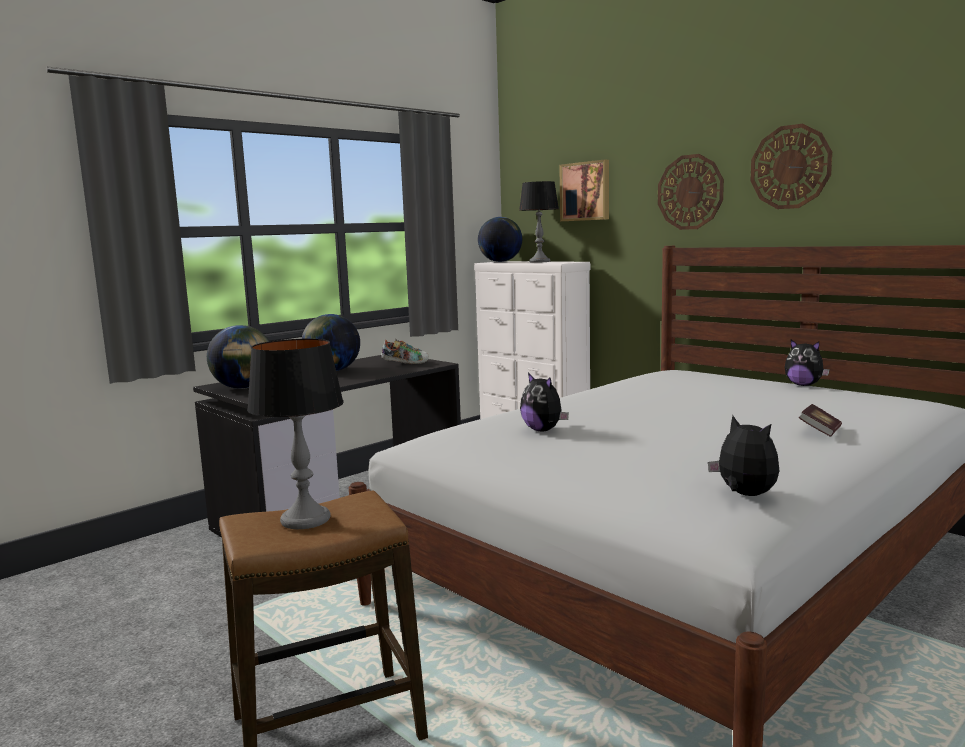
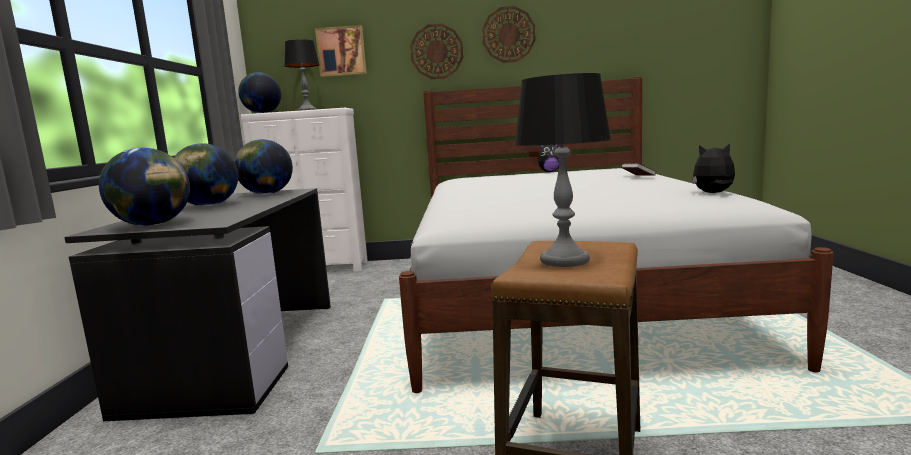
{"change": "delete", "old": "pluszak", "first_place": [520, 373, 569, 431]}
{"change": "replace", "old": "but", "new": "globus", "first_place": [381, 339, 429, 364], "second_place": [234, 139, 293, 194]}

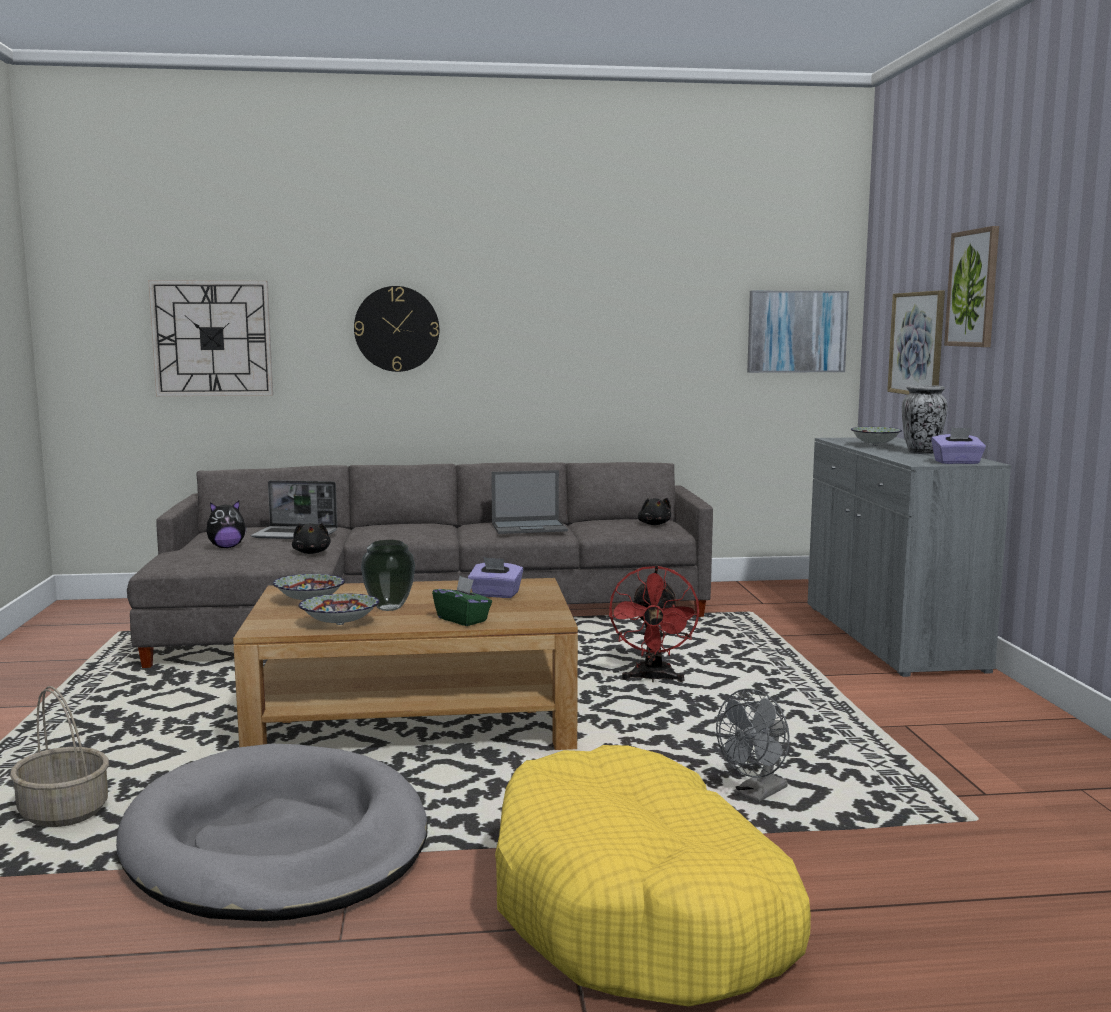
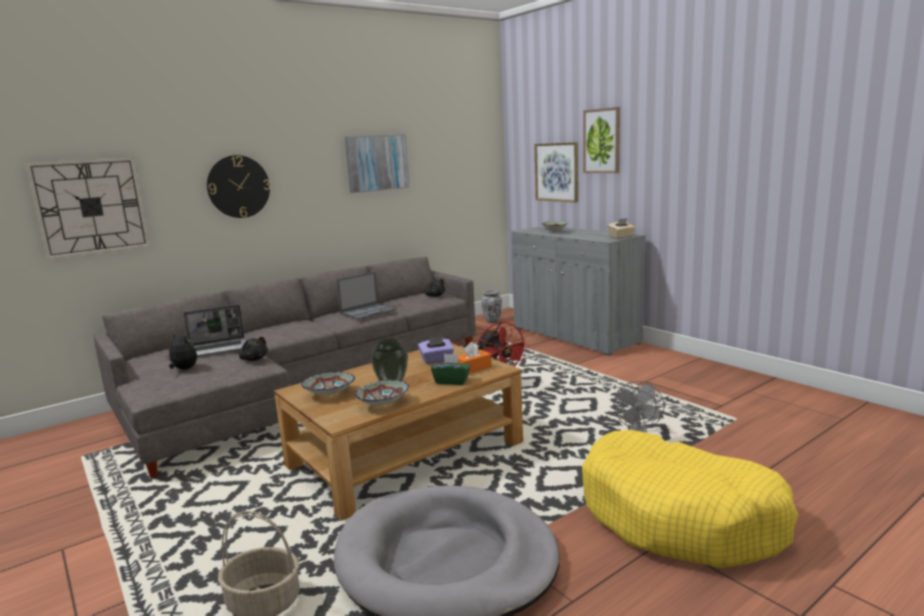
{"change": "insert", "new": "pudełko chusteczek [pomarańczowy]", "second_place": [458, 342, 492, 374]}
{"change": "move", "old": "obraz", "first_place": [747, 291, 849, 373], "second_place": [345, 134, 409, 193]}
{"change": "move", "old": "wazon", "first_place": [902, 385, 948, 454], "second_place": [481, 290, 502, 323]}
{"change": "recolor", "old": "pudełko chusteczek [fioletowy]", "new": "pudełko chusteczek [beżowy]", "first_place": [931, 427, 986, 464], "second_place": [607, 218, 635, 239]}
{"change": "rotate", "old": "pluszak", "first_place": [206, 501, 247, 548], "second_place": [166, 333, 197, 370], "degrees": -90}

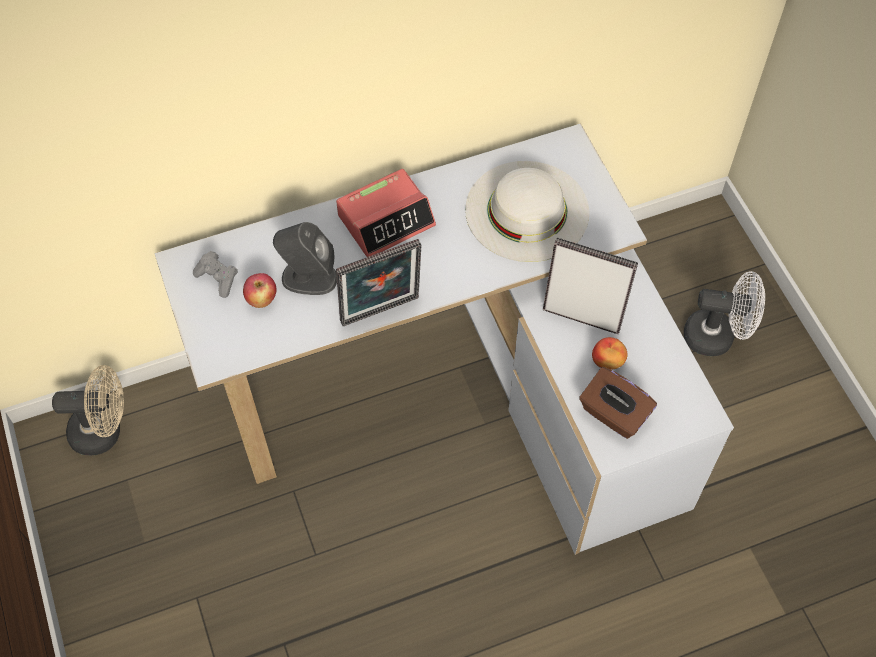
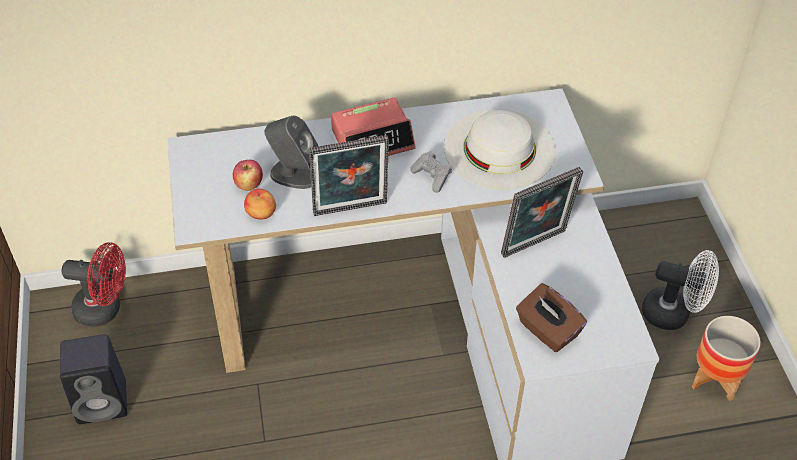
{"change": "insert", "new": "głośnik [czarny]", "second_place": [60, 334, 127, 424]}
{"change": "insert", "new": "donica", "second_place": [692, 316, 761, 401]}
{"change": "move", "old": "pad do gier [szary]", "first_place": [193, 251, 238, 298], "second_place": [410, 151, 452, 192]}
{"change": "move", "old": "jabłko", "first_place": [592, 337, 627, 370], "second_place": [244, 189, 276, 220]}
{"change": "recolor", "old": "wentylator [beżowy]", "new": "wentylator [czerwony]", "first_place": [52, 365, 124, 455], "second_place": [62, 242, 126, 327]}
{"change": "rotate", "old": "ramka na zdjęcie", "first_place": [543, 238, 638, 334], "second_place": [501, 167, 583, 258], "degrees": 120}

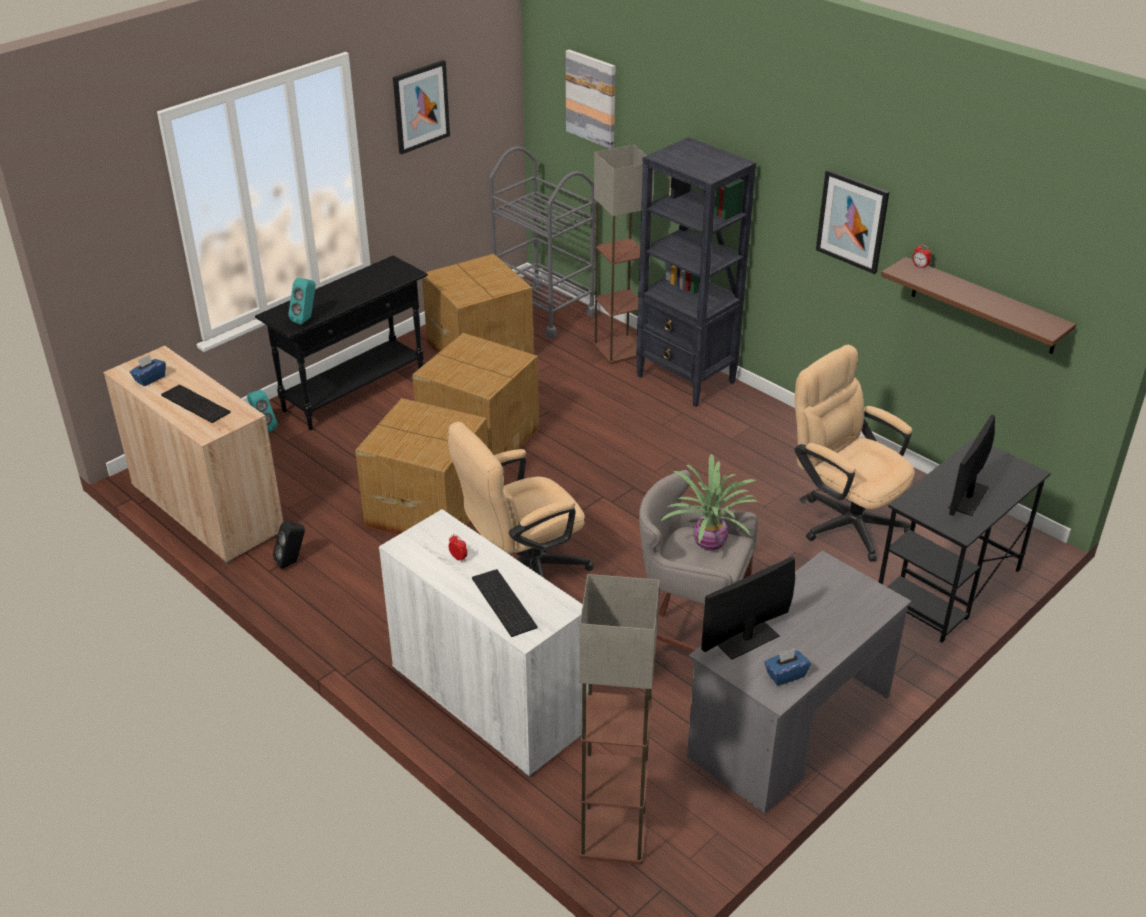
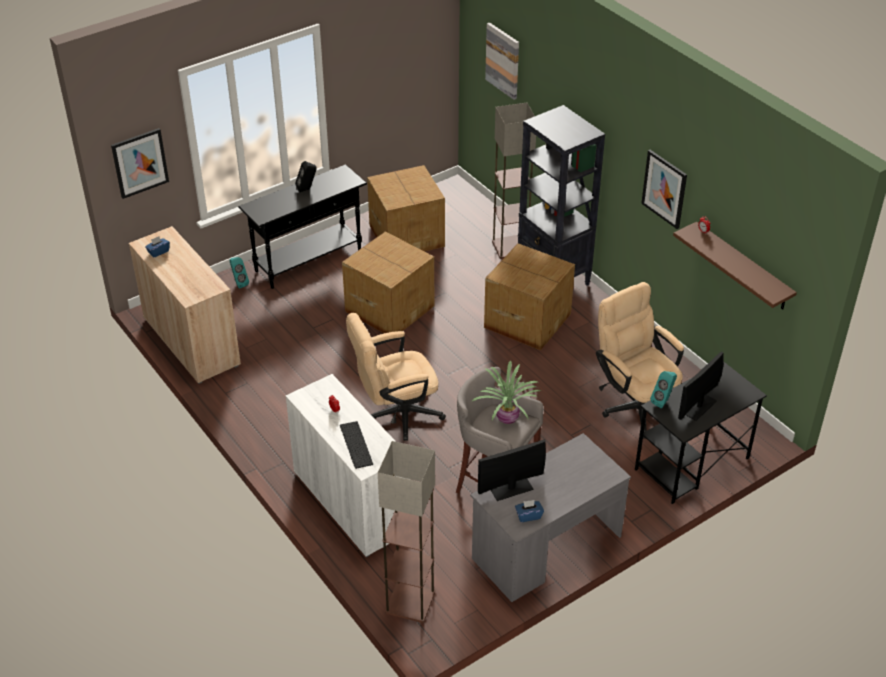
{"change": "delete", "old": "klawiatura", "first_place": [161, 385, 231, 423]}
{"change": "delete", "old": "wózek [szary]", "first_place": [489, 146, 595, 338]}
{"change": "move", "old": "głośnik [czarny]", "first_place": [273, 521, 305, 569], "second_place": [295, 161, 317, 193]}
{"change": "move", "old": "głośnik [turkusowy]", "first_place": [288, 278, 316, 325], "second_place": [650, 371, 677, 408]}
{"change": "move", "old": "karton", "first_place": [355, 398, 488, 535], "second_place": [484, 243, 575, 350]}
{"change": "move", "old": "obraz", "first_place": [393, 60, 450, 155], "second_place": [111, 128, 169, 199]}

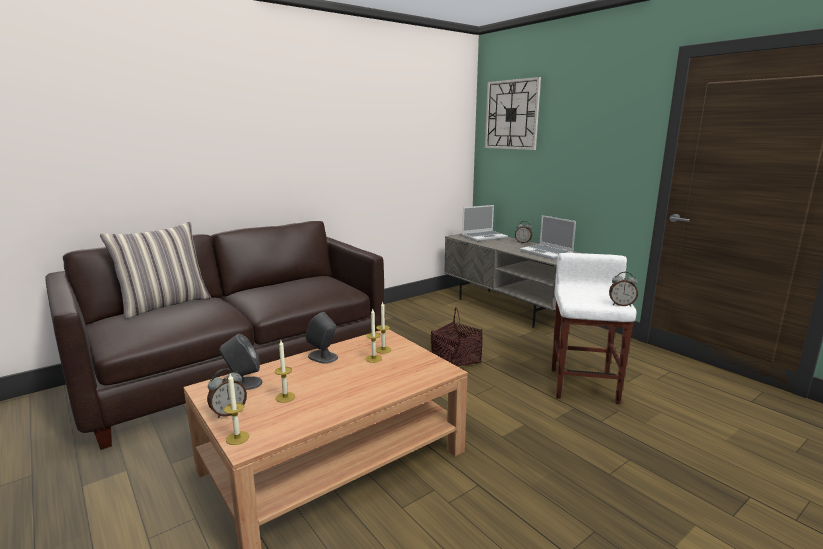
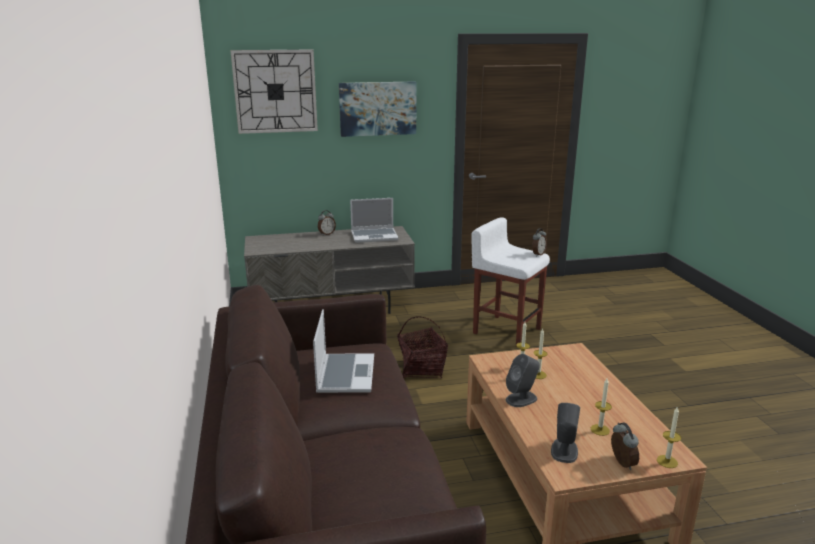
{"change": "delete", "old": "poduszka", "first_place": [100, 222, 211, 319]}
{"change": "insert", "new": "obraz", "second_place": [339, 81, 417, 137]}
{"change": "move", "old": "laptop", "first_place": [462, 205, 508, 242], "second_place": [313, 309, 374, 393]}

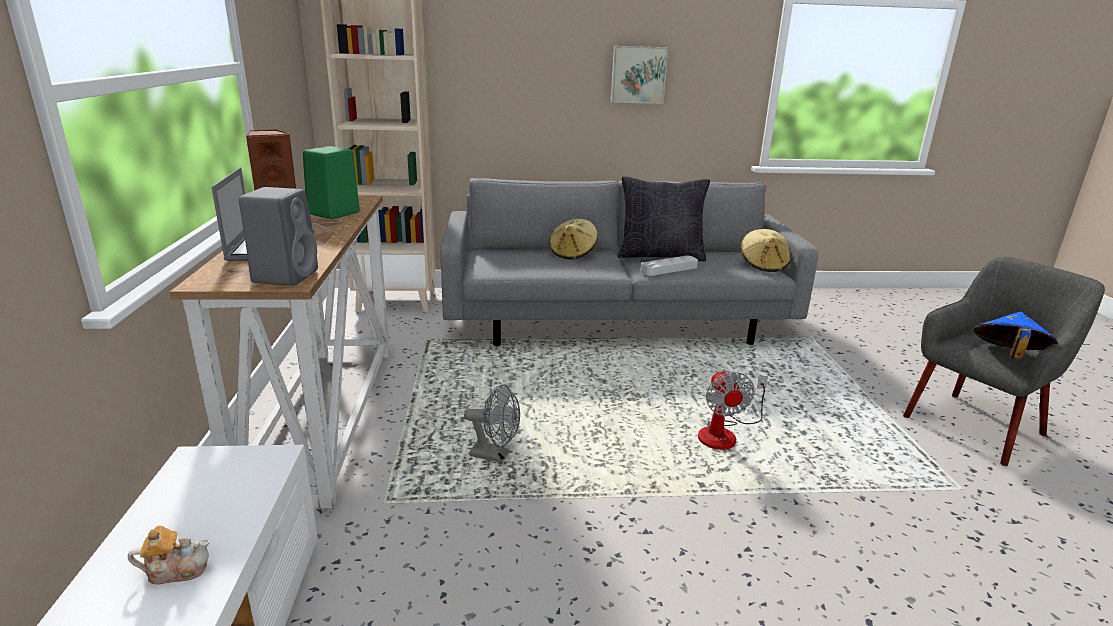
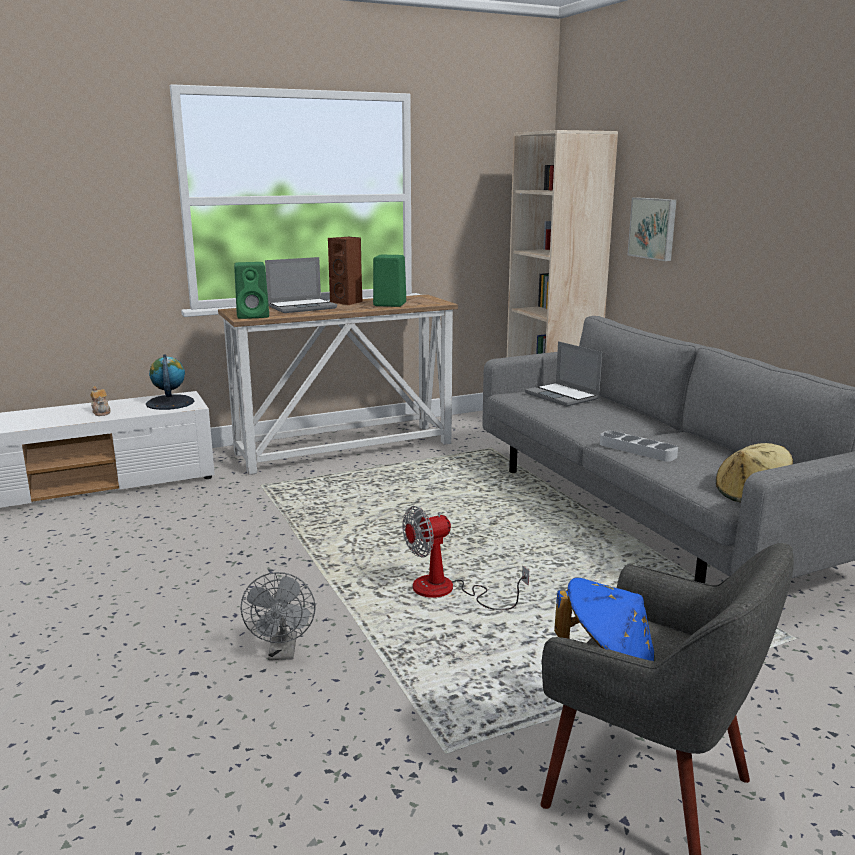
{"change": "delete", "old": "kapelusz [beżowy]", "first_place": [549, 219, 598, 260]}
{"change": "delete", "old": "poduszka [czarny]", "first_place": [618, 176, 710, 261]}
{"change": "insert", "new": "globus", "second_place": [146, 354, 194, 410]}
{"change": "insert", "new": "laptop", "second_place": [525, 341, 602, 407]}
{"change": "move", "old": "wentylator [szary]", "first_place": [464, 385, 520, 463], "second_place": [240, 572, 316, 660]}
{"change": "move", "old": "obraz", "first_place": [611, 46, 668, 104], "second_place": [628, 197, 677, 261]}
{"change": "recolor", "old": "głośnik [szary]", "new": "głośnik [zielony]", "first_place": [239, 187, 318, 286], "second_place": [234, 262, 269, 319]}

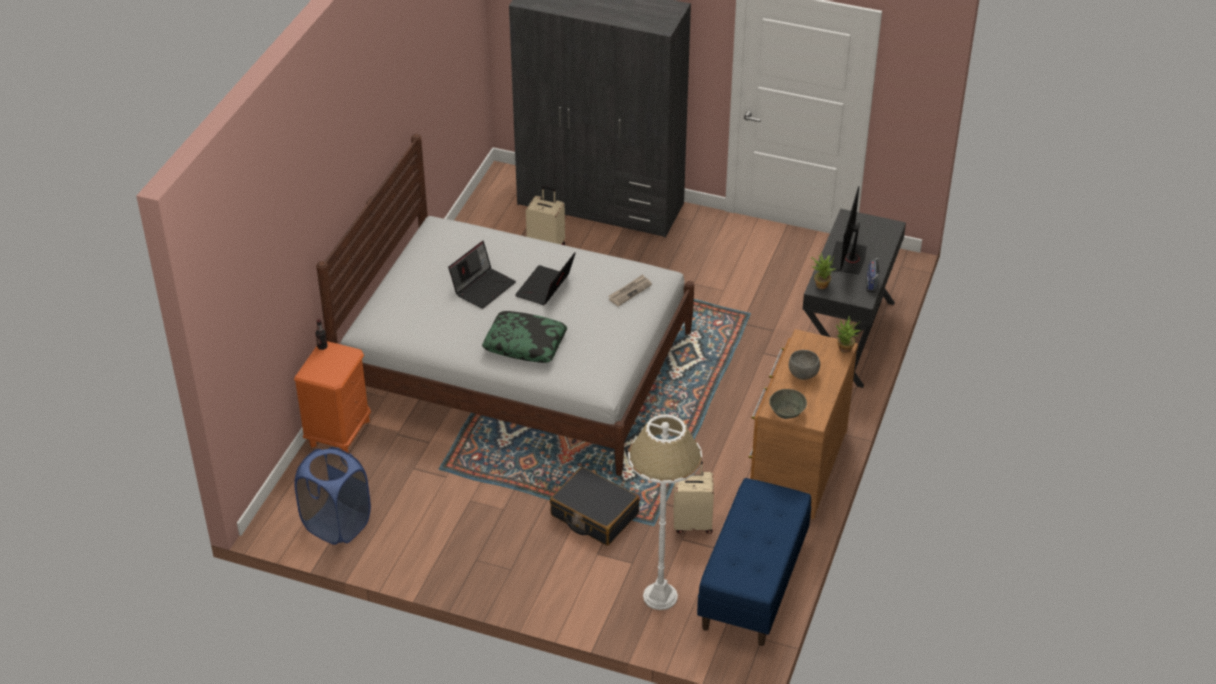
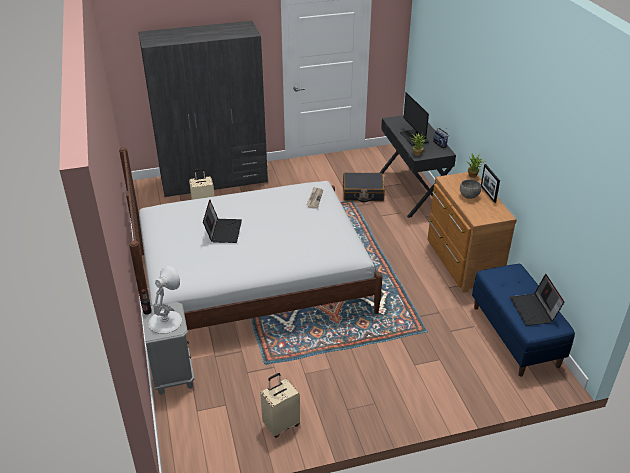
{"change": "delete", "old": "kosz na pranie [niebieski]", "first_place": [294, 447, 371, 545]}
{"change": "delete", "old": "poduszka", "first_place": [482, 311, 567, 363]}
{"change": "delete", "old": "lampa stojąca [biały]", "first_place": [628, 414, 702, 610]}
{"change": "delete", "old": "miska [szary]", "first_place": [769, 389, 807, 419]}
{"change": "insert", "new": "lampa stołowa [biały]", "second_place": [148, 266, 182, 334]}
{"change": "insert", "new": "ramka na zdjęcie", "second_place": [481, 164, 500, 203]}
{"change": "move", "old": "laptop", "first_place": [515, 252, 576, 305], "second_place": [510, 274, 564, 326]}
{"change": "move", "old": "walizka [czarny]", "first_place": [550, 467, 640, 545], "second_place": [343, 173, 385, 202]}
{"change": "move", "old": "walizka [beżowy]", "first_place": [673, 461, 714, 534], "second_place": [260, 373, 300, 438]}
{"change": "recolor", "old": "szafka nocna [pomarańczowy]", "new": "szafka nocna [szary]", "first_place": [294, 341, 371, 453], "second_place": [142, 302, 194, 395]}

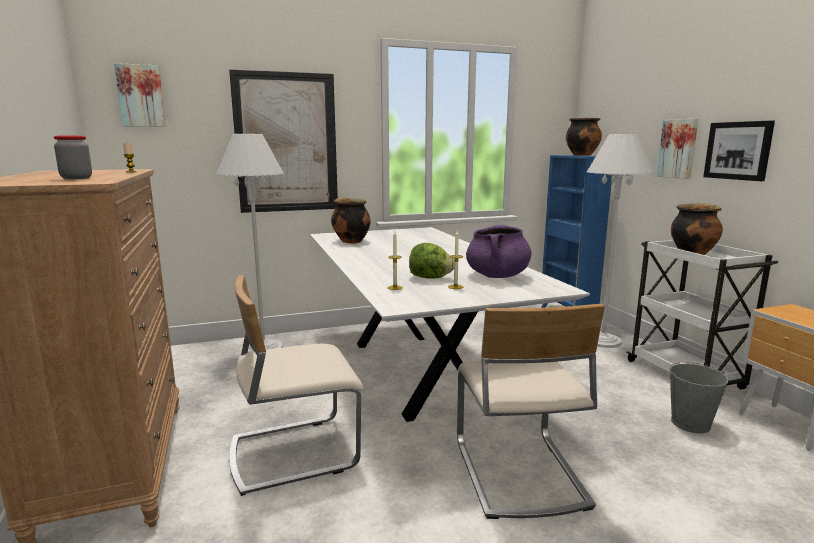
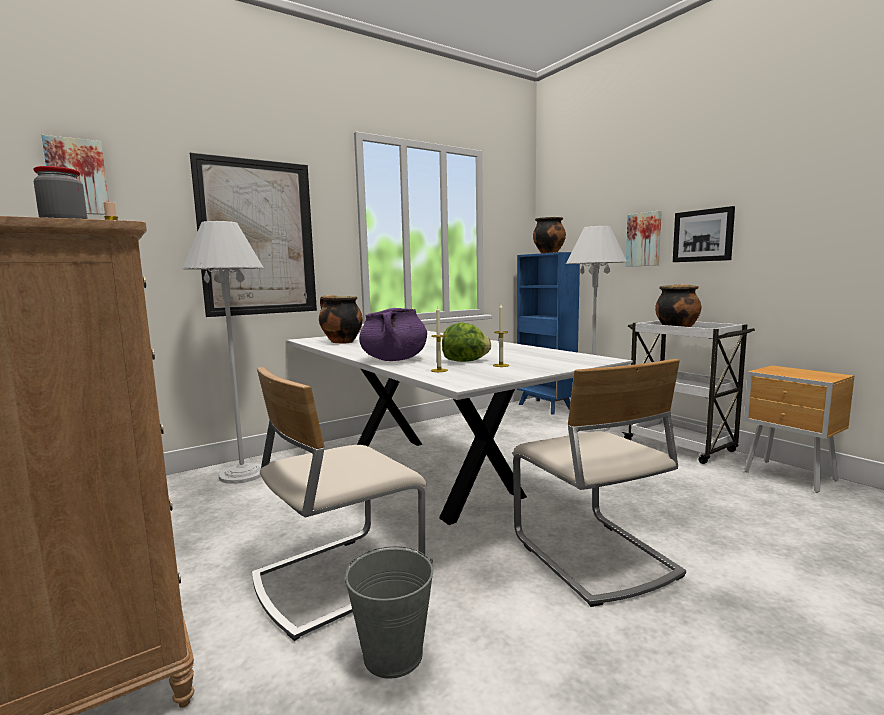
{"change": "move", "old": "garnek [fioletowy]", "first_place": [466, 225, 532, 278], "second_place": [359, 308, 427, 361]}
{"change": "move", "old": "wiadro [szary]", "first_place": [669, 362, 729, 433], "second_place": [344, 546, 433, 679]}

